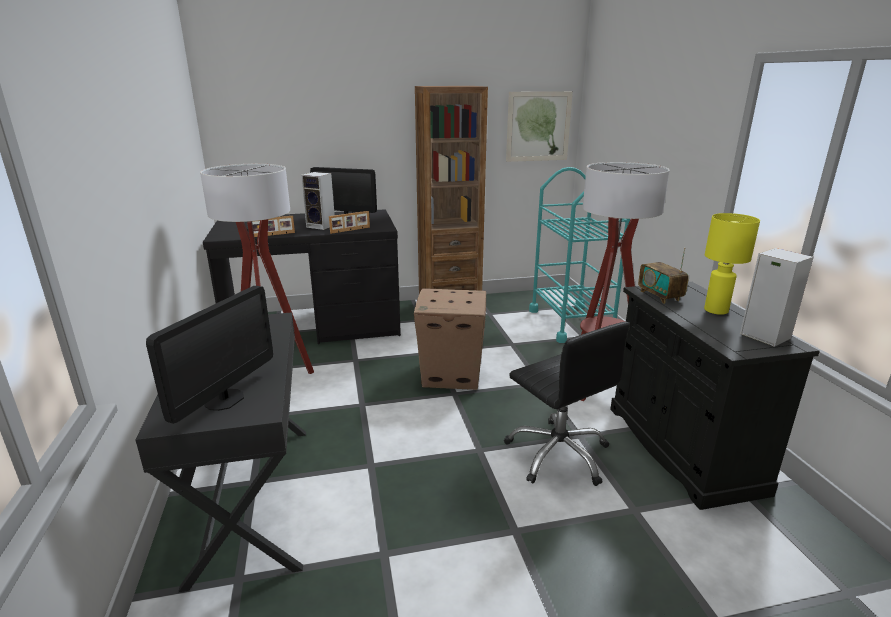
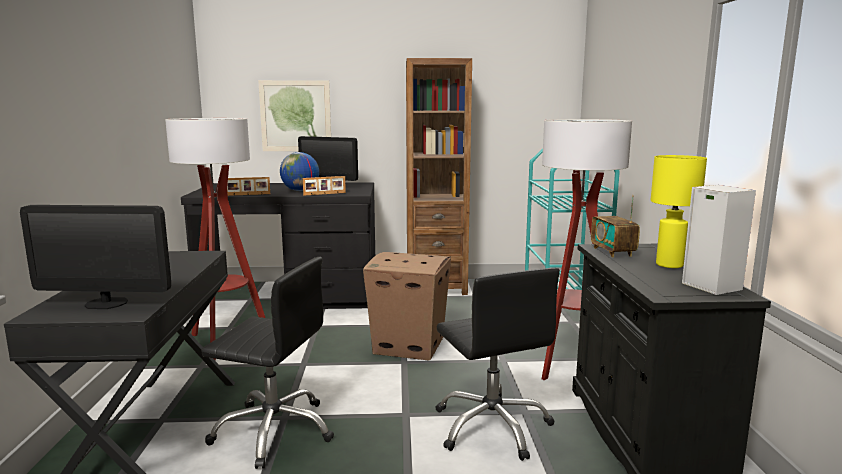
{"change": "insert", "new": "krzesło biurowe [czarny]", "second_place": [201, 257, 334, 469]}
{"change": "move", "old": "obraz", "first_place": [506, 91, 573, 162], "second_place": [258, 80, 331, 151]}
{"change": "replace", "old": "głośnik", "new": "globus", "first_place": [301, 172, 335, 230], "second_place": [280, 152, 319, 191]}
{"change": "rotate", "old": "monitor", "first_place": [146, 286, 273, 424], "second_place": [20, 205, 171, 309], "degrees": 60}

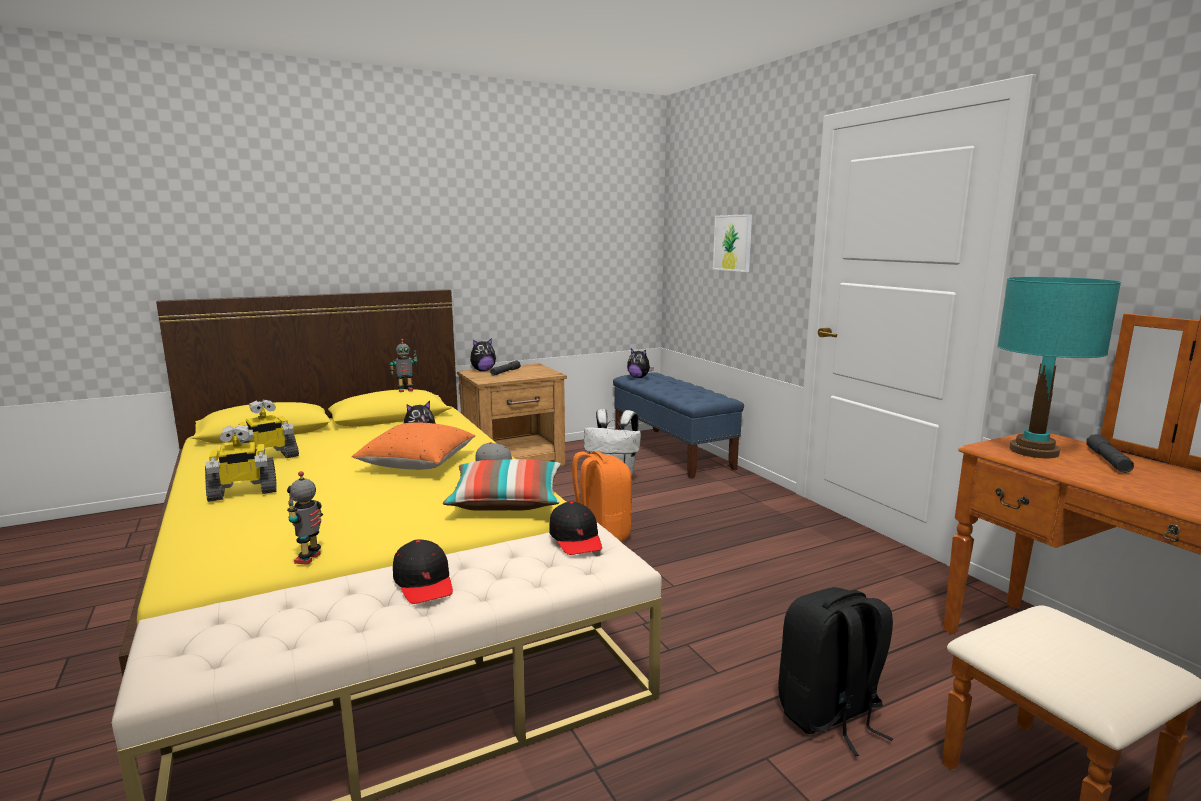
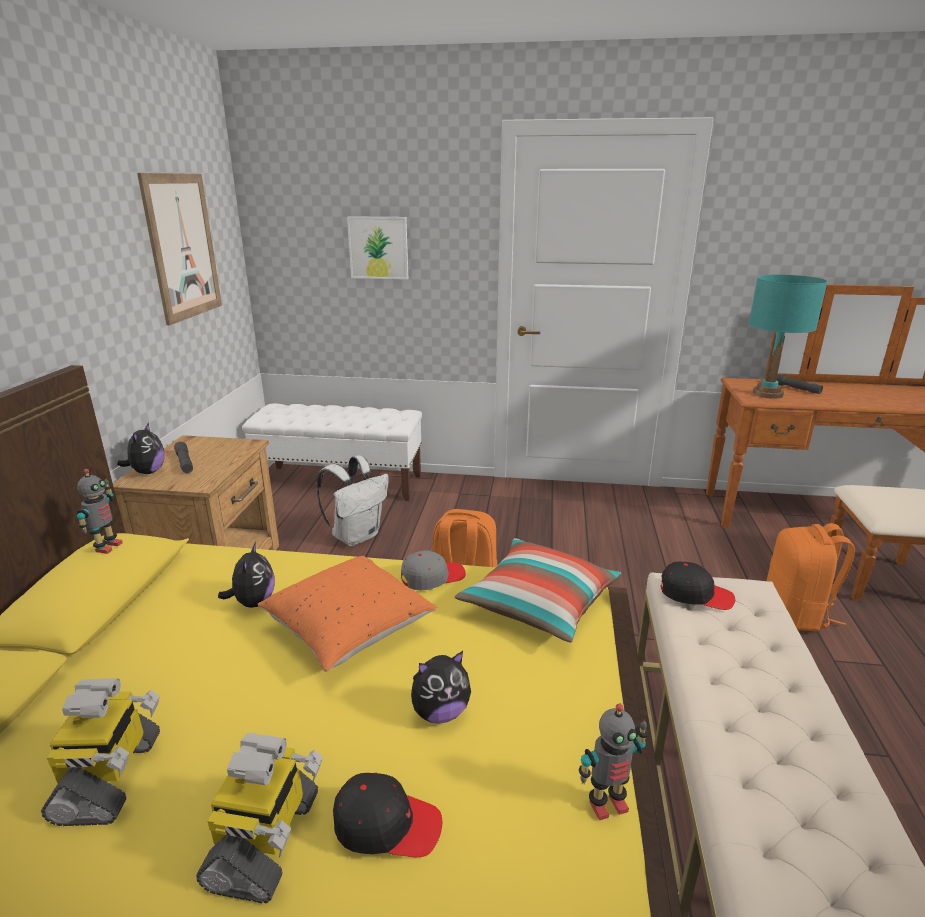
{"change": "insert", "new": "obraz", "second_place": [137, 173, 222, 325]}
{"change": "move", "old": "czapka z daszkiem [czarny]", "first_place": [393, 539, 453, 604], "second_place": [333, 772, 442, 857]}
{"change": "move", "old": "pluszak", "first_place": [627, 349, 654, 378], "second_place": [411, 651, 471, 724]}
{"change": "recolor", "old": "ławka [niebieski]", "new": "ławka [biały]", "first_place": [613, 372, 744, 479], "second_place": [242, 403, 422, 501]}
{"change": "recolor", "old": "plecak [czarny]", "new": "plecak [pomarańczowy]", "first_place": [778, 587, 893, 756], "second_place": [766, 523, 855, 632]}
{"change": "rotate", "old": "robot zabawkowy", "first_place": [287, 471, 323, 565], "second_place": [579, 704, 648, 820], "degrees": -60}

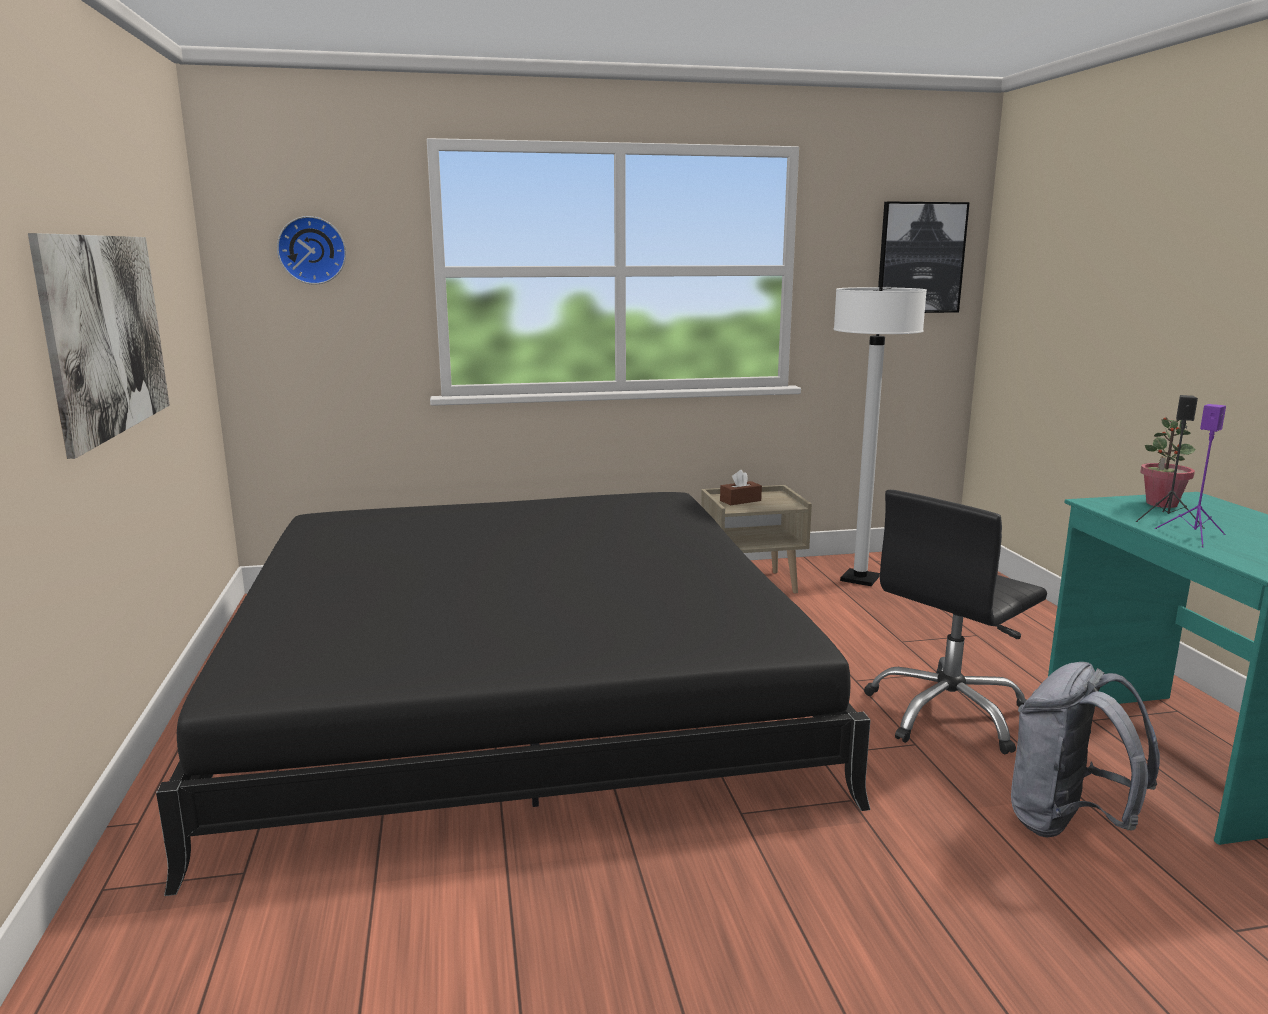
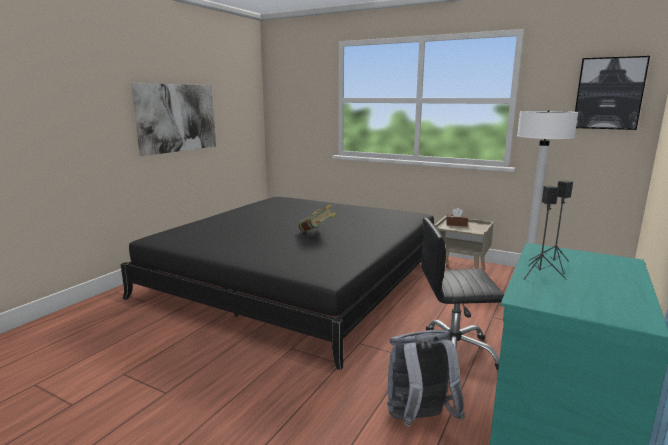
{"change": "delete", "old": "zegar ścienny", "first_place": [277, 216, 346, 285]}
{"change": "delete", "old": "roślina doniczkowa", "first_place": [1140, 418, 1196, 508]}
{"change": "insert", "new": "książka", "second_place": [298, 205, 337, 232]}
{"change": "recolor", "old": "głośnik [fioletowy]", "new": "głośnik [czarny]", "first_place": [1155, 404, 1226, 548], "second_place": [523, 186, 567, 280]}

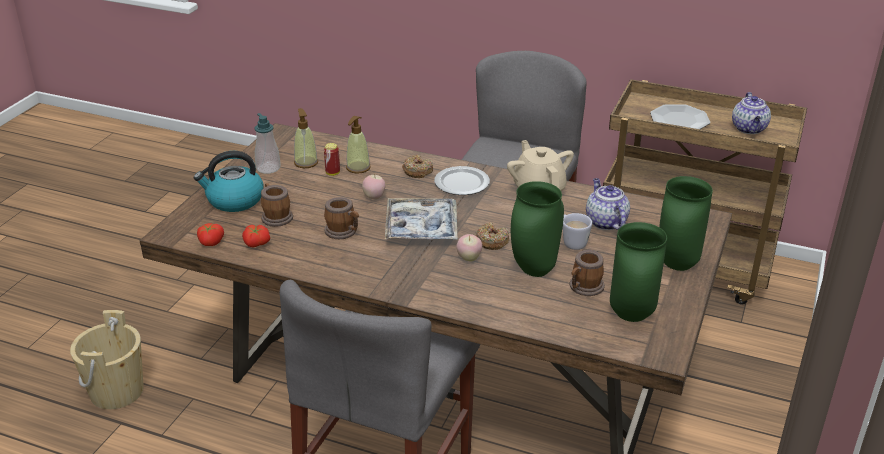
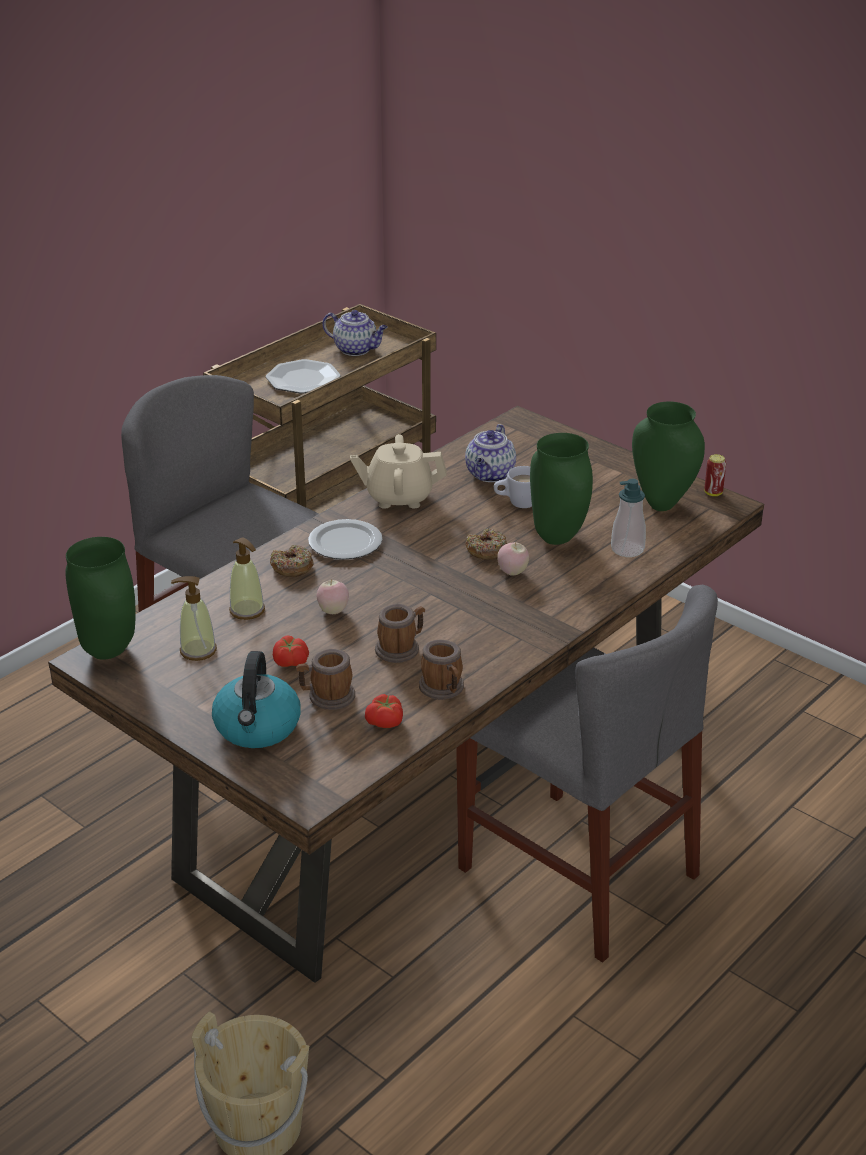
{"change": "delete", "old": "taca", "first_place": [385, 198, 457, 239]}
{"change": "move", "old": "pomidor", "first_place": [197, 223, 224, 246], "second_place": [273, 636, 309, 667]}
{"change": "move", "old": "dozownik mydła", "first_place": [254, 113, 281, 174], "second_place": [611, 479, 646, 557]}
{"change": "move", "old": "puszka", "first_place": [324, 143, 340, 176], "second_place": [704, 454, 726, 496]}
{"change": "move", "old": "kubek", "first_place": [570, 250, 605, 296], "second_place": [419, 639, 464, 700]}
{"change": "move", "old": "wazon [zielony]", "first_place": [659, 176, 713, 271], "second_place": [65, 537, 136, 660]}
{"change": "rotate", "old": "imbryk", "first_place": [586, 178, 630, 230], "second_place": [465, 424, 516, 482], "degrees": -75}

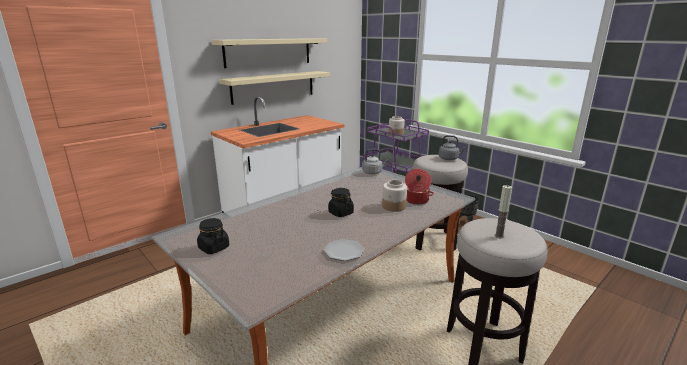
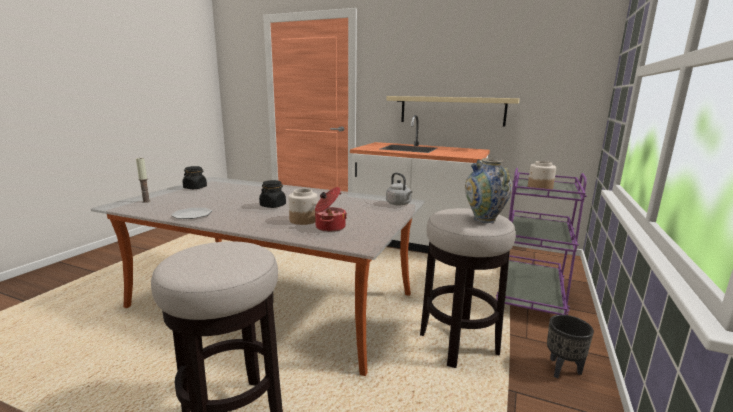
{"change": "delete", "old": "półka [beżowy]", "first_place": [212, 38, 327, 68]}
{"change": "move", "old": "świeca", "first_place": [494, 185, 512, 238], "second_place": [136, 158, 151, 203]}
{"change": "replace", "old": "czajnik [szary]", "new": "wazon", "first_place": [439, 135, 466, 160], "second_place": [465, 158, 512, 223]}

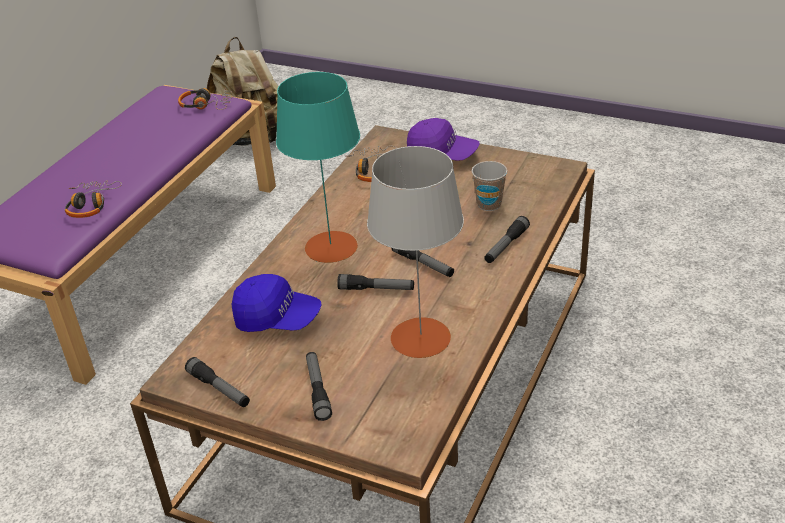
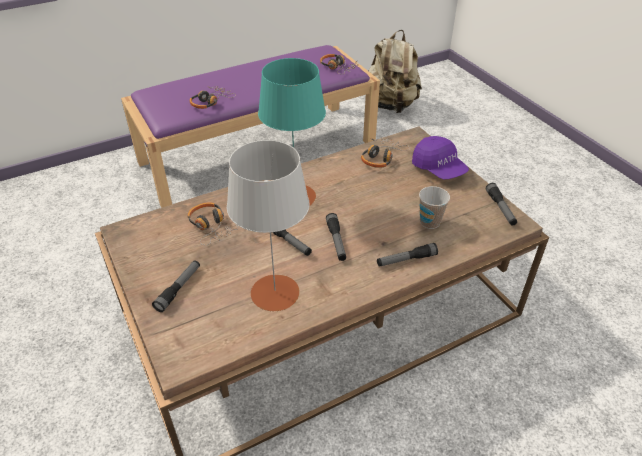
{"change": "move", "old": "latarka", "first_place": [185, 357, 250, 407], "second_place": [486, 183, 517, 226]}
{"change": "replace", "old": "czapka z daszkiem [niebieski]", "new": "słuchawki", "first_place": [232, 274, 321, 332], "second_place": [188, 202, 239, 245]}

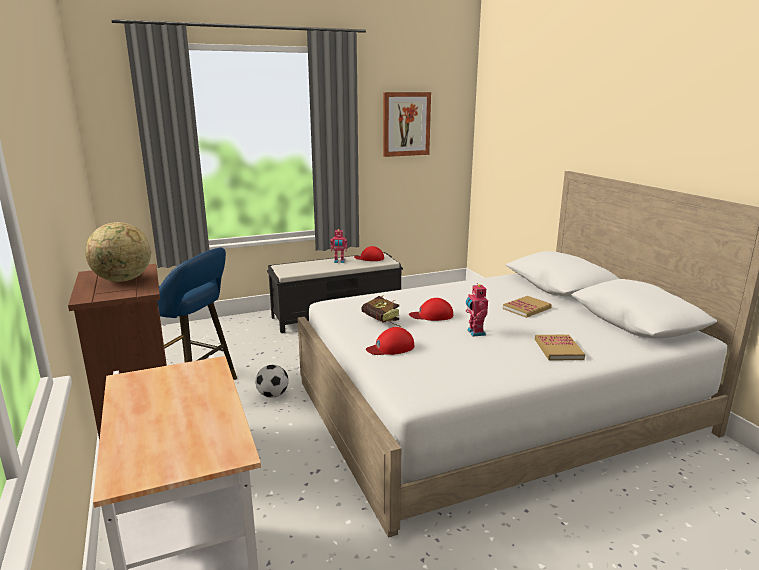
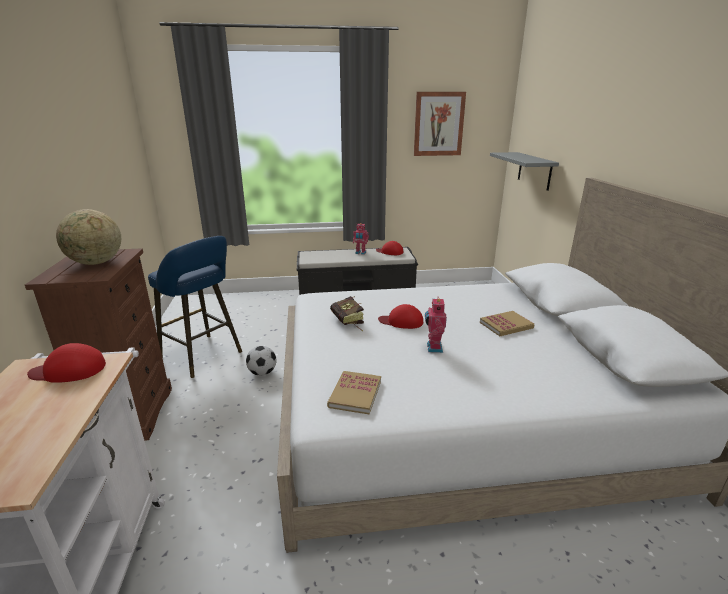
{"change": "insert", "new": "półka [szary]", "second_place": [490, 152, 559, 191]}
{"change": "move", "old": "czapka z daszkiem [czerwony]", "first_place": [366, 327, 414, 355], "second_place": [27, 343, 106, 383]}
{"change": "move", "old": "książka", "first_place": [535, 335, 585, 361], "second_place": [327, 371, 381, 414]}

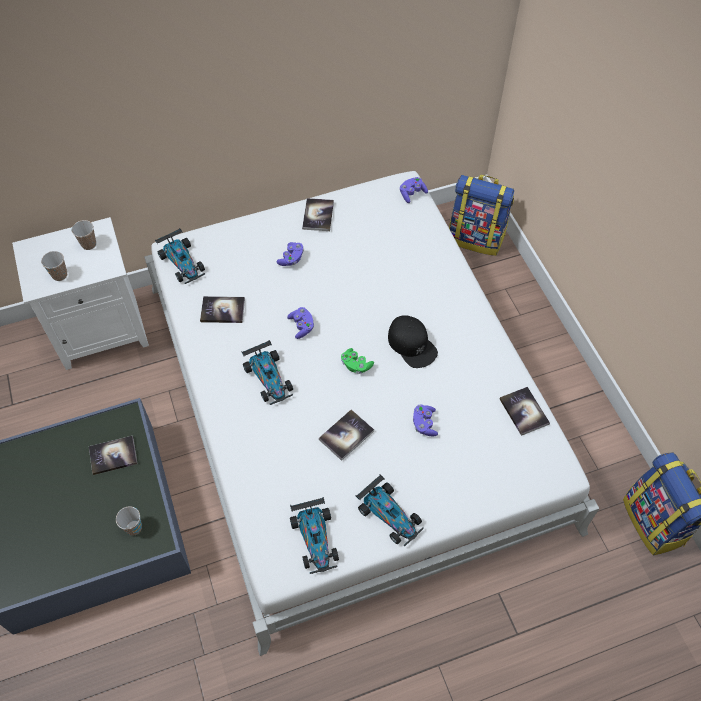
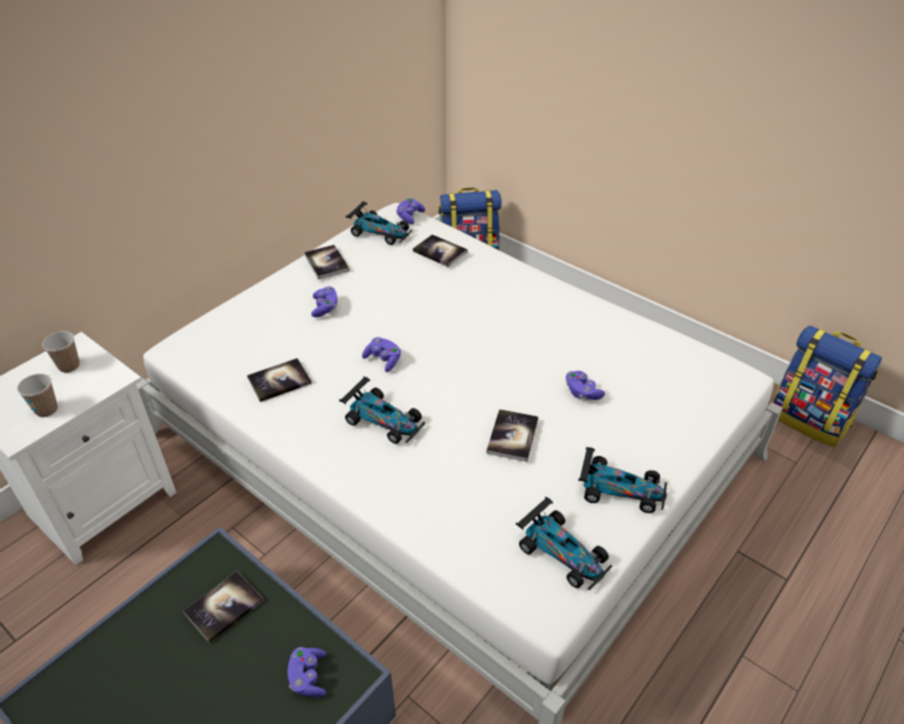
{"change": "delete", "old": "pad do gier [zielony]", "first_place": [341, 348, 374, 374]}
{"change": "delete", "old": "czapka z daszkiem [czarny]", "first_place": [388, 315, 438, 368]}
{"change": "move", "old": "samochodzik", "first_place": [155, 228, 205, 284], "second_place": [346, 202, 412, 245]}
{"change": "move", "old": "książka", "first_place": [500, 387, 550, 436], "second_place": [413, 234, 468, 267]}
{"change": "replace", "old": "filiżanka", "new": "pad do gier [fioletowy]", "first_place": [116, 506, 142, 535], "second_place": [288, 647, 326, 697]}

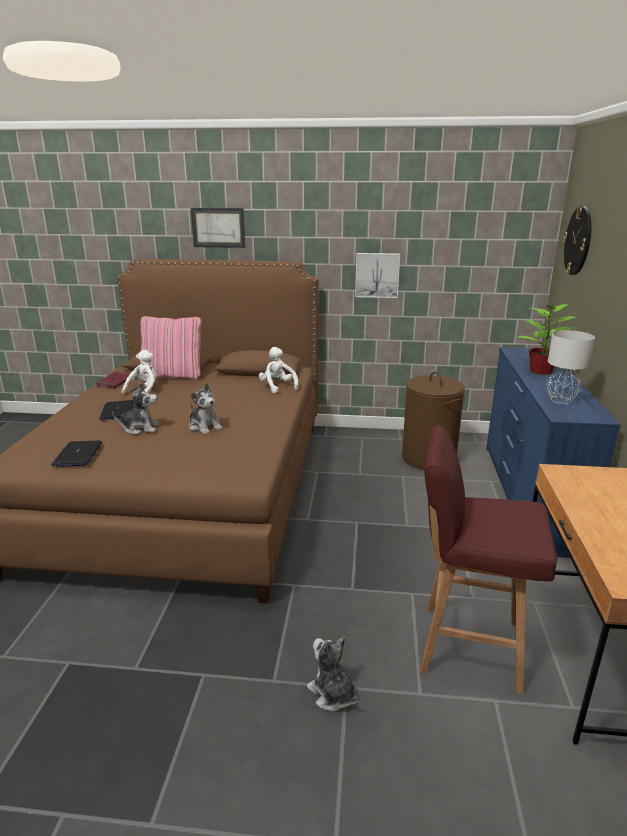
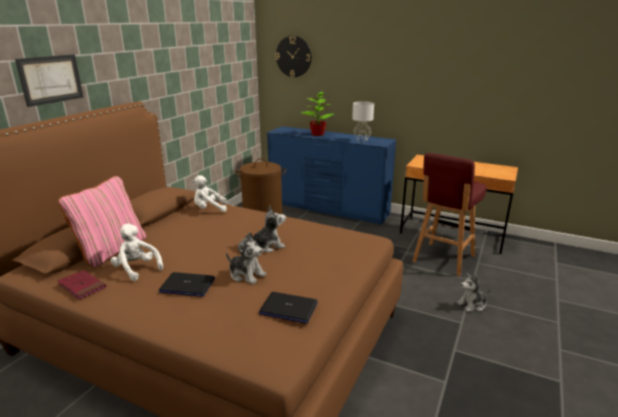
{"change": "delete", "old": "obraz", "first_place": [355, 253, 400, 298]}
{"change": "rotate", "old": "pluszak", "first_place": [112, 383, 159, 435], "second_place": [226, 232, 266, 285], "degrees": 105}

